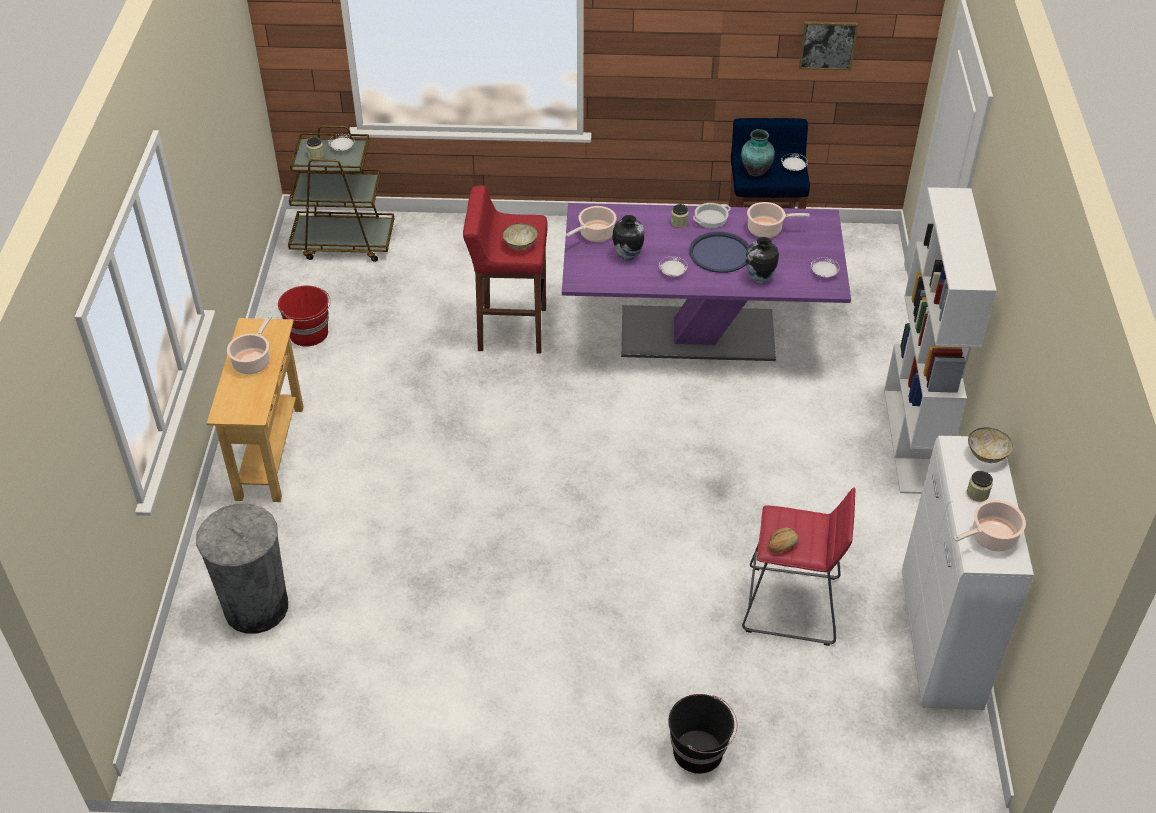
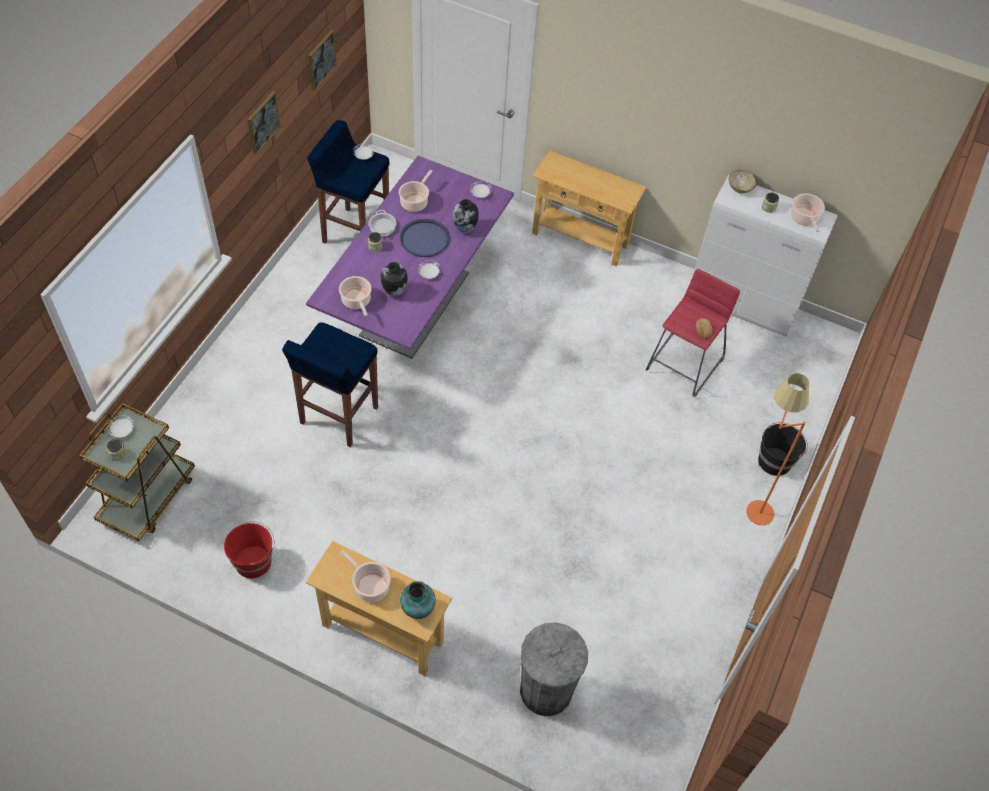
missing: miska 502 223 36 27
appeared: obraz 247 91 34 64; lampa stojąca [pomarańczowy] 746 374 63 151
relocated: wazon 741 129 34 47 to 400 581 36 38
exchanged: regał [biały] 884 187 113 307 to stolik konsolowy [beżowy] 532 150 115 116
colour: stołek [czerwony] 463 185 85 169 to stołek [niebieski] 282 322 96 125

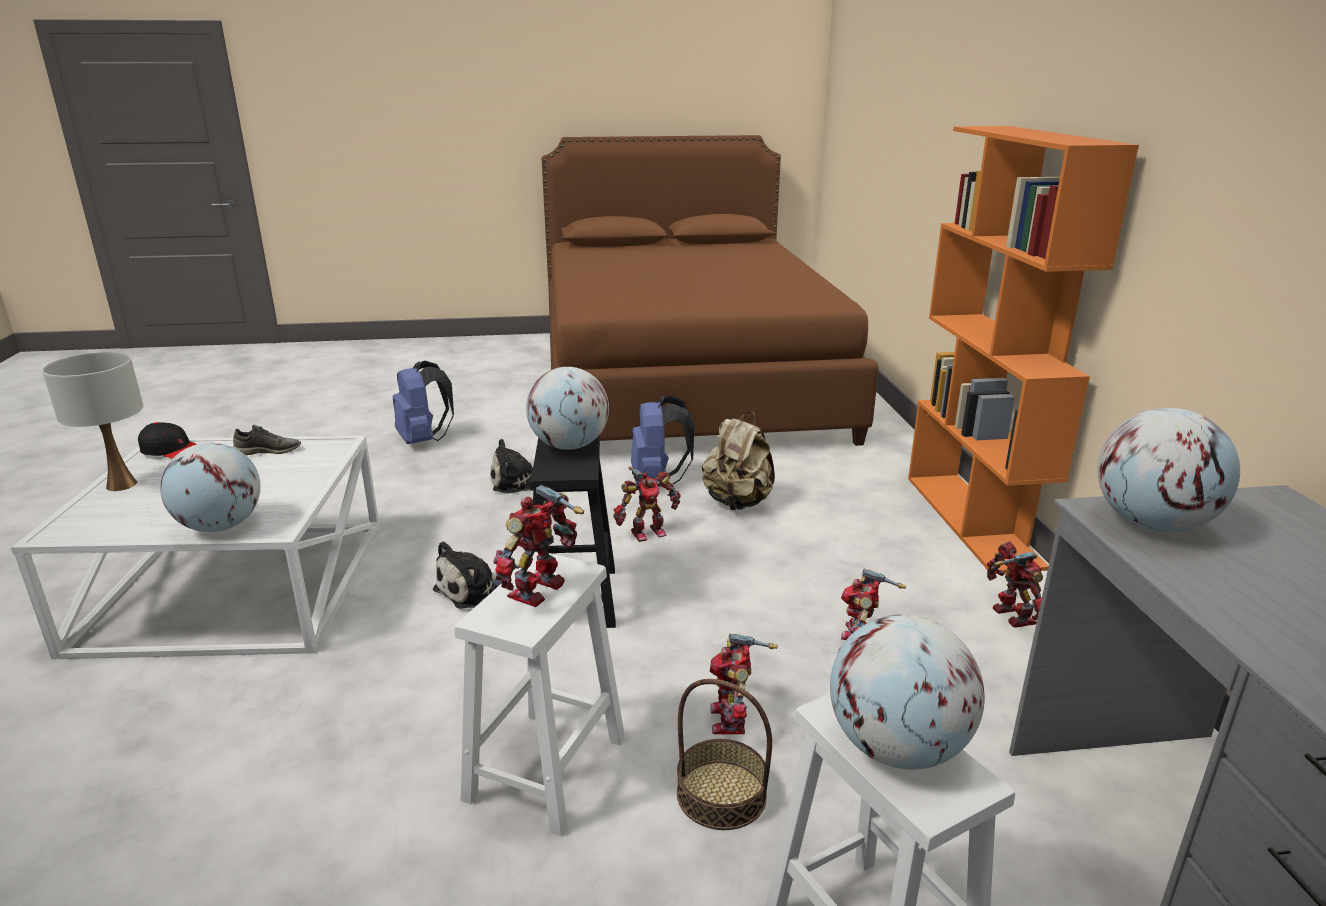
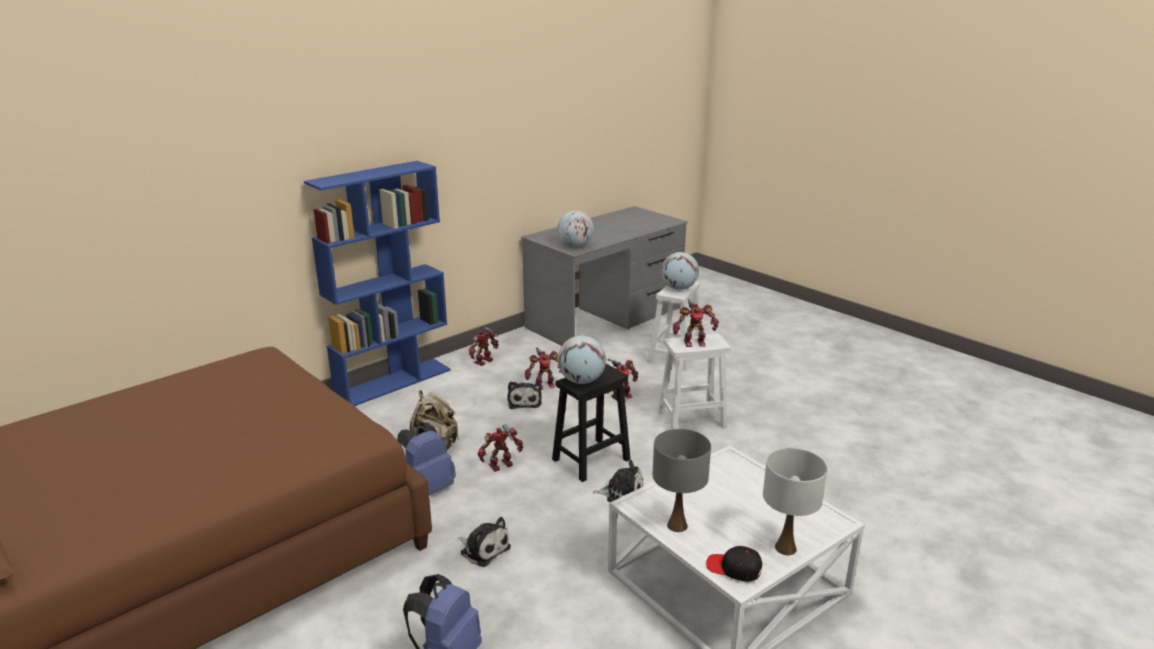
missing: globus 160 443 100 89; koszyk 677 679 95 151
appeared: pluszak 507 382 35 27
exchanged: but [szary] 233 425 68 30 to lampa stołowa [szary] 653 429 58 103
colour: regał [pomarańczowy] 908 126 231 448 to regał [niebieski] 304 161 147 245
spun: czapka z daszkiem [czarny] 138 422 59 37 = 706 546 56 36 45 degrees counterclockwise; robot zabawkowy 613 467 68 75 = 478 424 45 48 60 degrees counterclockwise

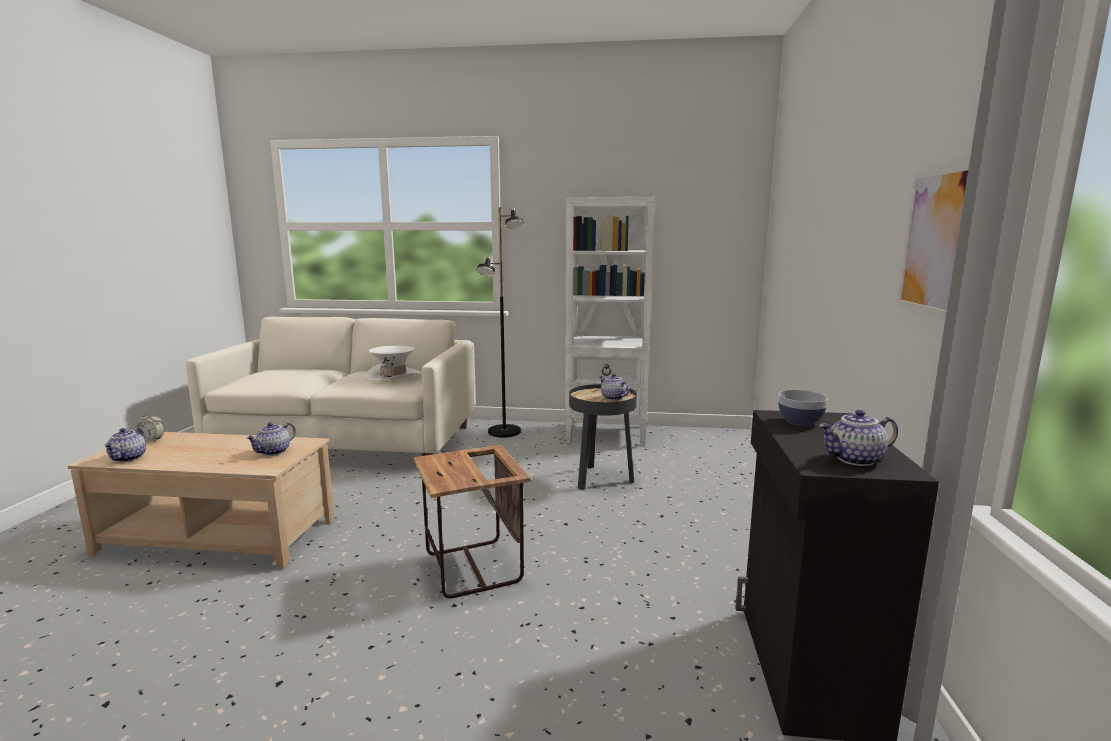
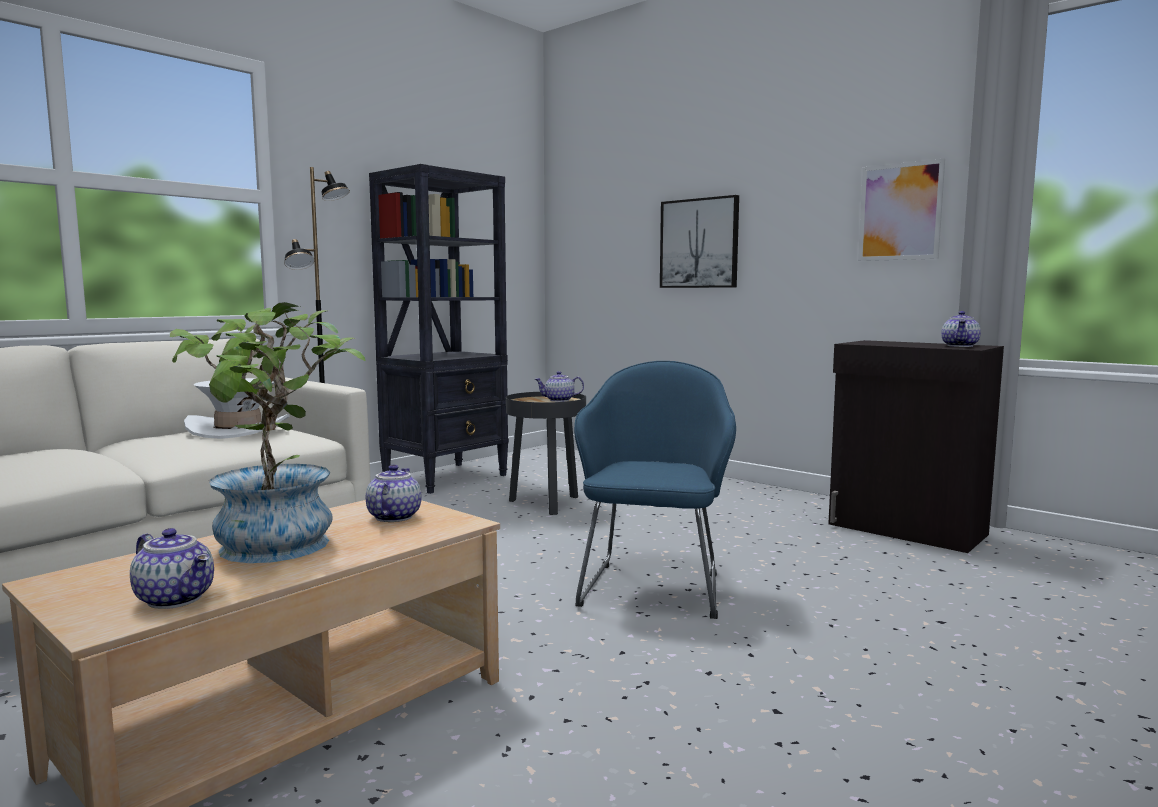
missing: miska 778 390 50 36; budzik 136 412 28 30
appeared: obraz 660 195 79 93; roślina doniczkowa 170 302 195 261
exchanged: stolik 414 445 117 154 to fotel [niebieski] 574 361 162 258
colour: regał [biały] 565 197 90 249 to regał [czarny] 369 164 140 330
spun: imbryk 246 422 50 34 = 366 465 55 57 150 degrees counterclockwise

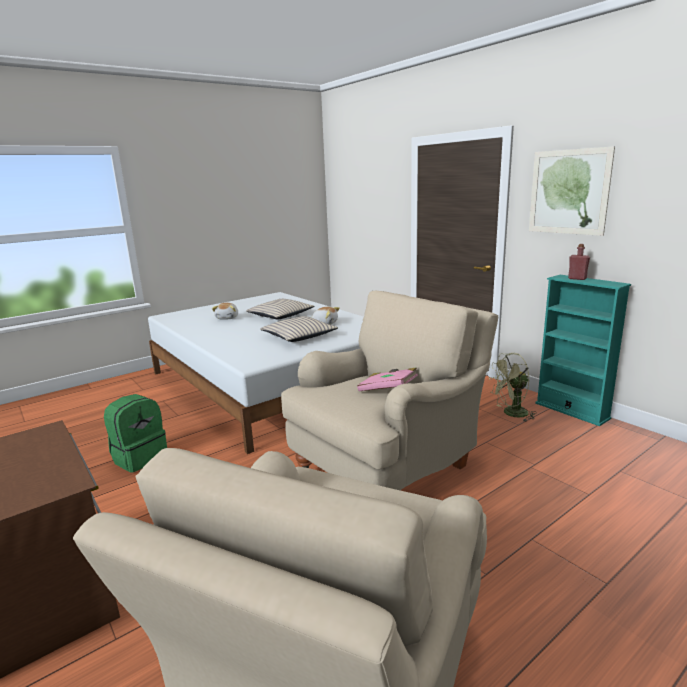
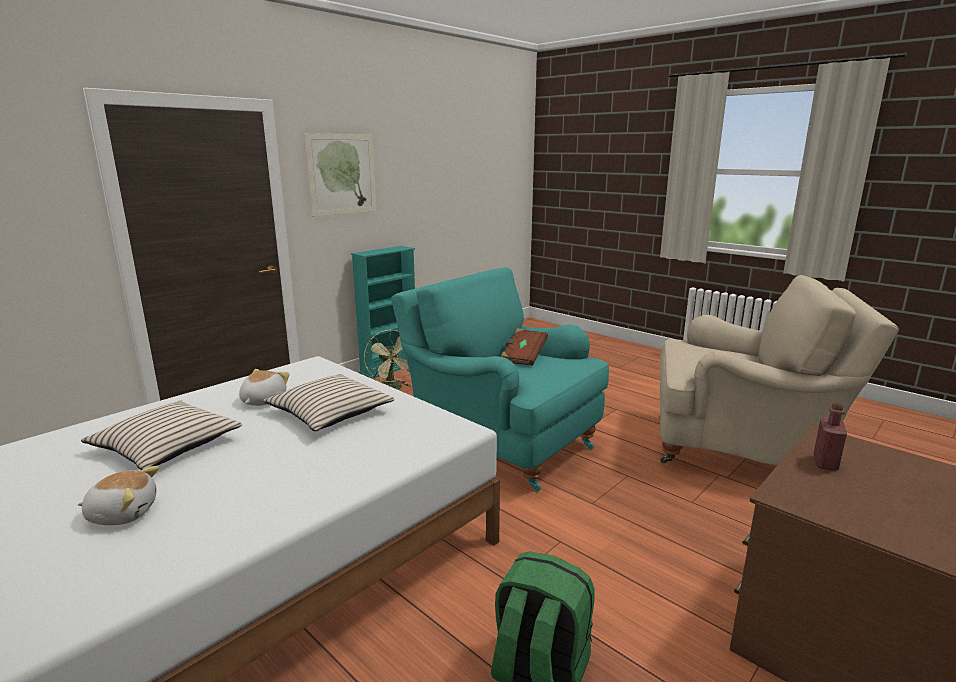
relocated: butelka [czerwony] 568 244 22 36 to 813 402 34 69
colour: fotel [beżowy] 281 291 217 199 to fotel [turkusowy] 391 267 218 225; książka [różowy] 357 368 61 23 to książka [brązowy] 500 328 48 38

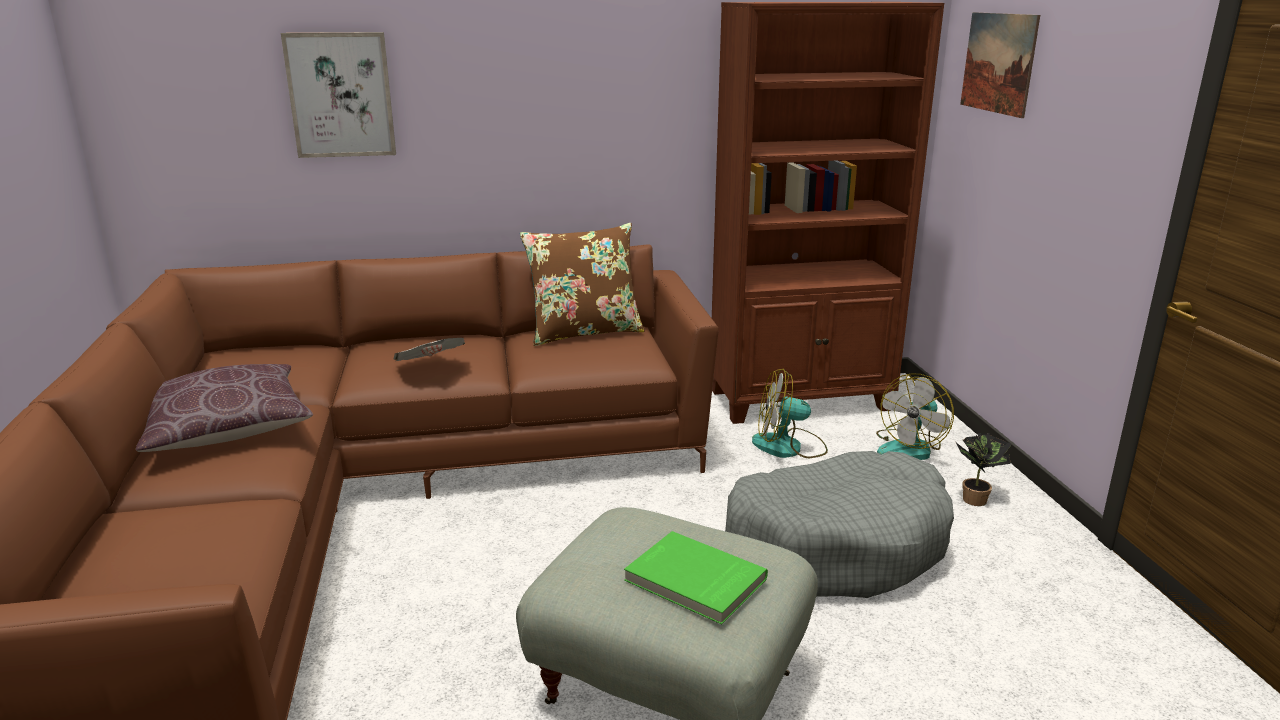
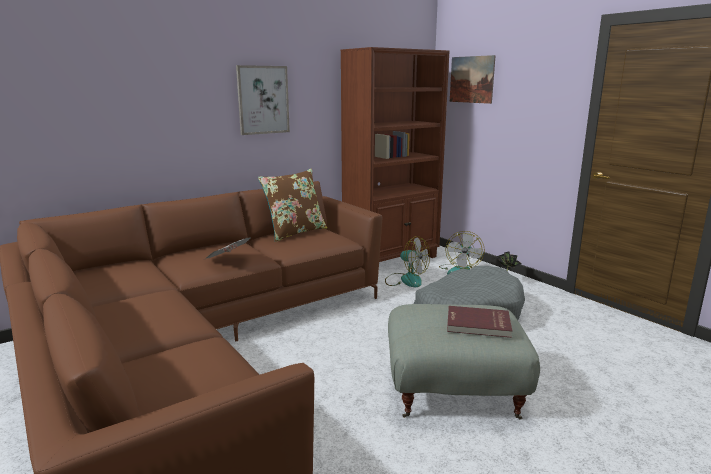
missing: poduszka [brązowy] 136 364 177 88
relocated: obraz 281 32 115 126 to 236 65 54 70
colour: książka [zielony] 624 531 144 94 to książka [czerwony] 447 306 65 32
spun: wentylator 752 369 76 89 = 385 236 45 51 120 degrees counterclockwise

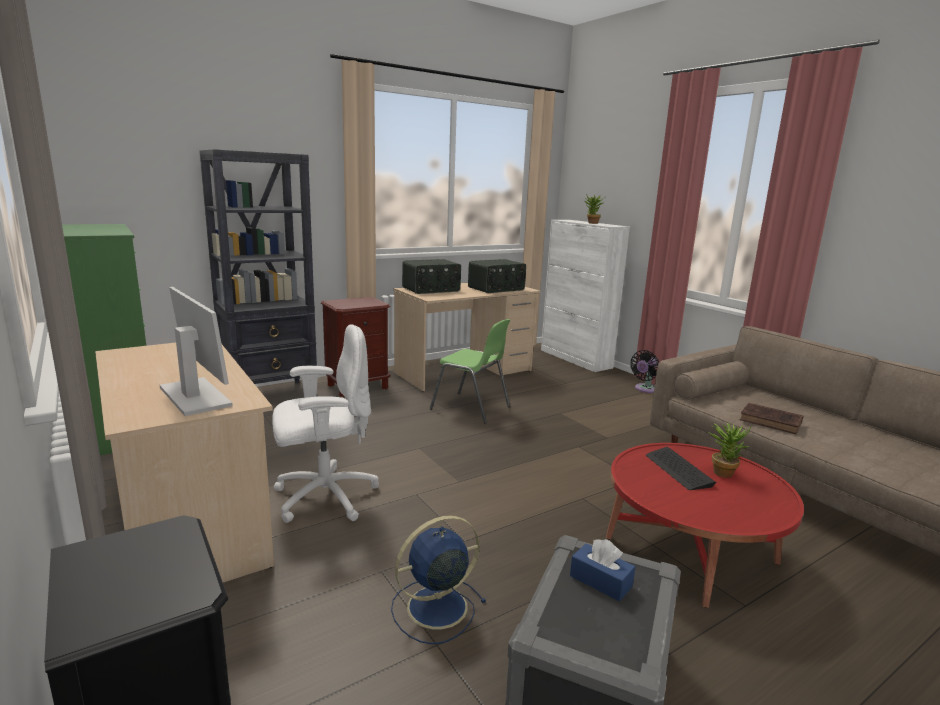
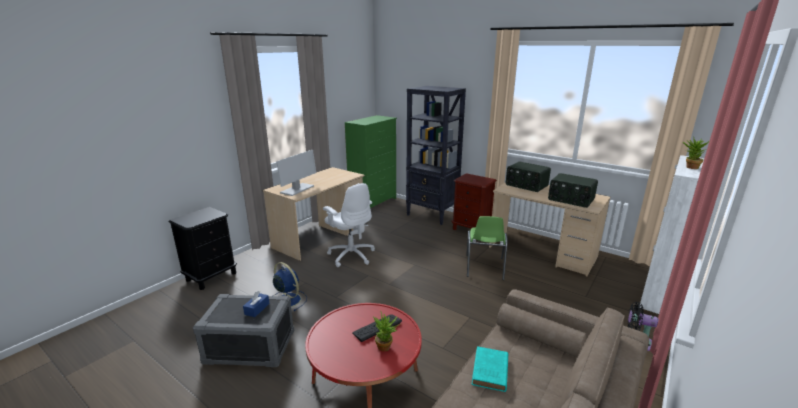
colour: książka [brązowy] 740 403 63 31 to książka [turkusowy] 472 346 36 46

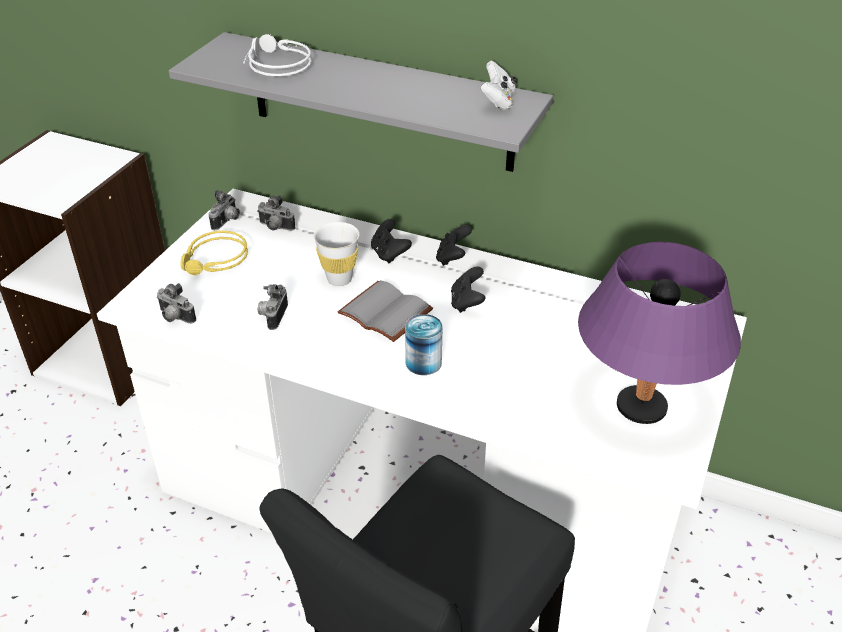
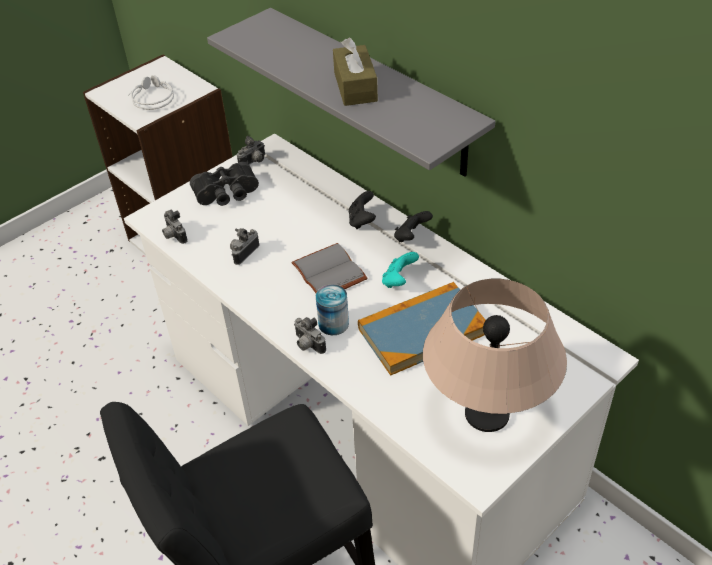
missing: pad do gier [biały] 481 61 36 49; filiżanka [biały] 314 222 45 64
appeared: pudełko chusteczek [brązowy] 333 37 45 69; książka 358 282 128 94
relocated: słuchawki [szary] 243 34 68 43 to 128 75 46 35; aparat fotograficzny 257 195 39 36 to 294 317 32 37
exchanged: słuchawki [żółty] 180 231 68 45 to lornetka [czarny] 190 162 69 44
colour: lampa stołowa [fioletowy] 578 242 163 182 to lampa stołowa [beżowy] 423 279 144 153; pad do gier [czarny] 451 266 35 47 to pad do gier [turkusowy] 382 252 37 36

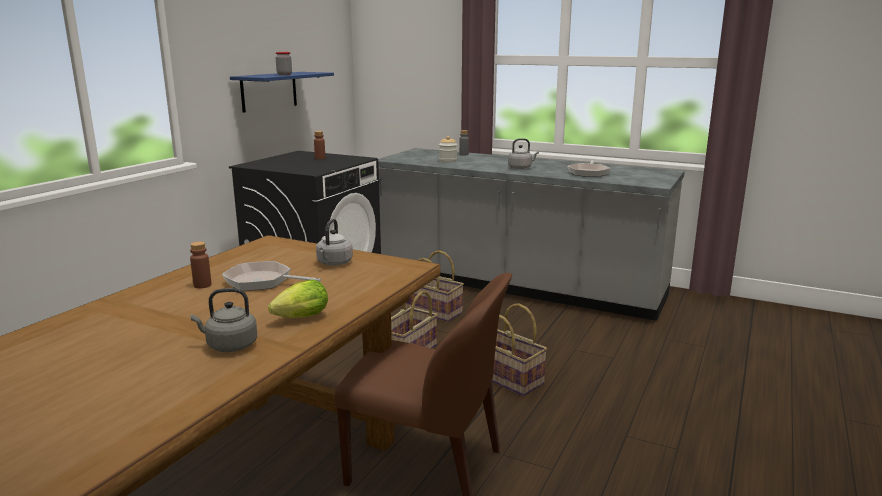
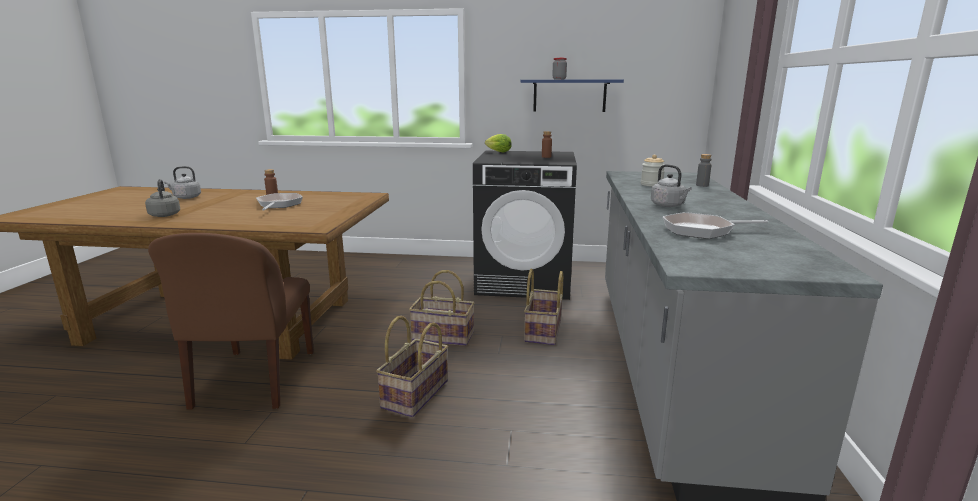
relocated: czajnik [szary] 316 219 37 47 to 164 166 37 33; sałata 268 280 60 38 to 485 134 27 18

